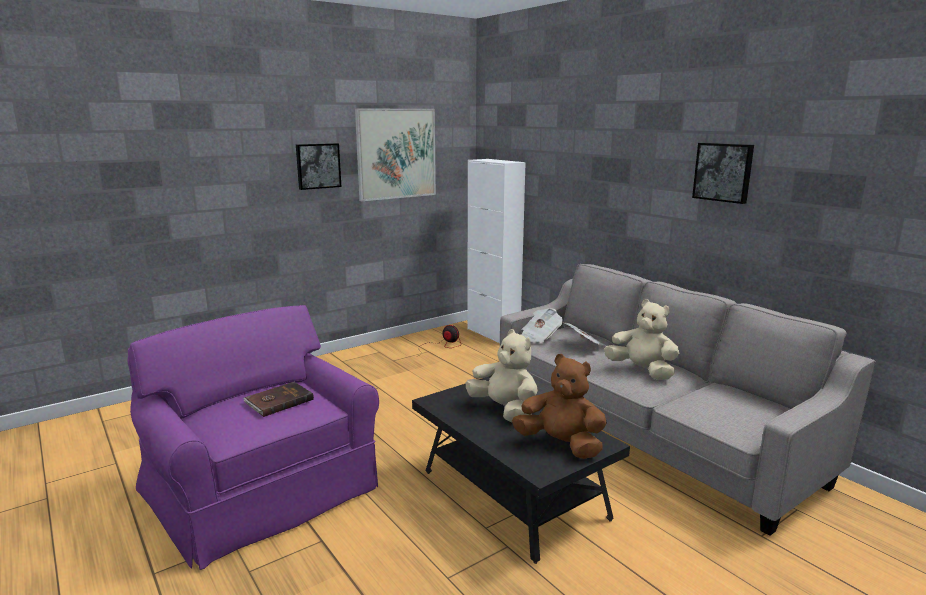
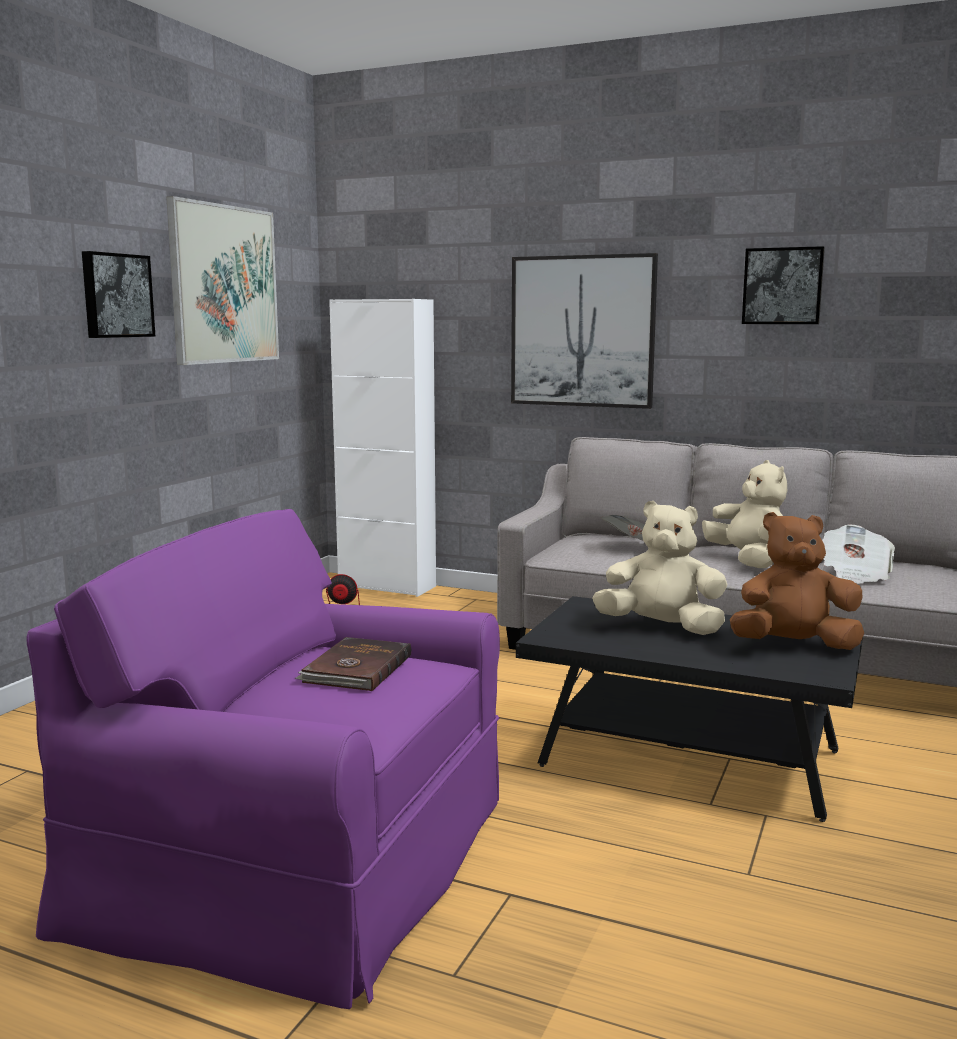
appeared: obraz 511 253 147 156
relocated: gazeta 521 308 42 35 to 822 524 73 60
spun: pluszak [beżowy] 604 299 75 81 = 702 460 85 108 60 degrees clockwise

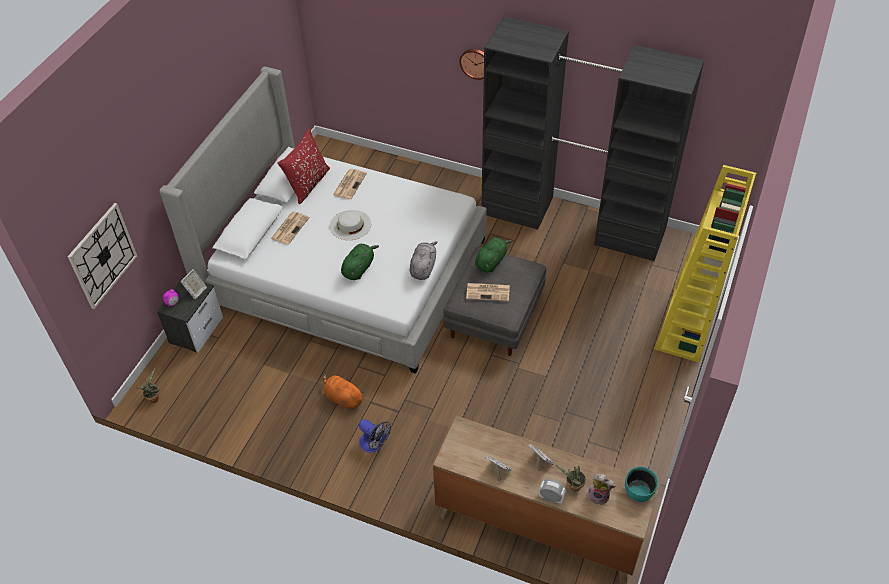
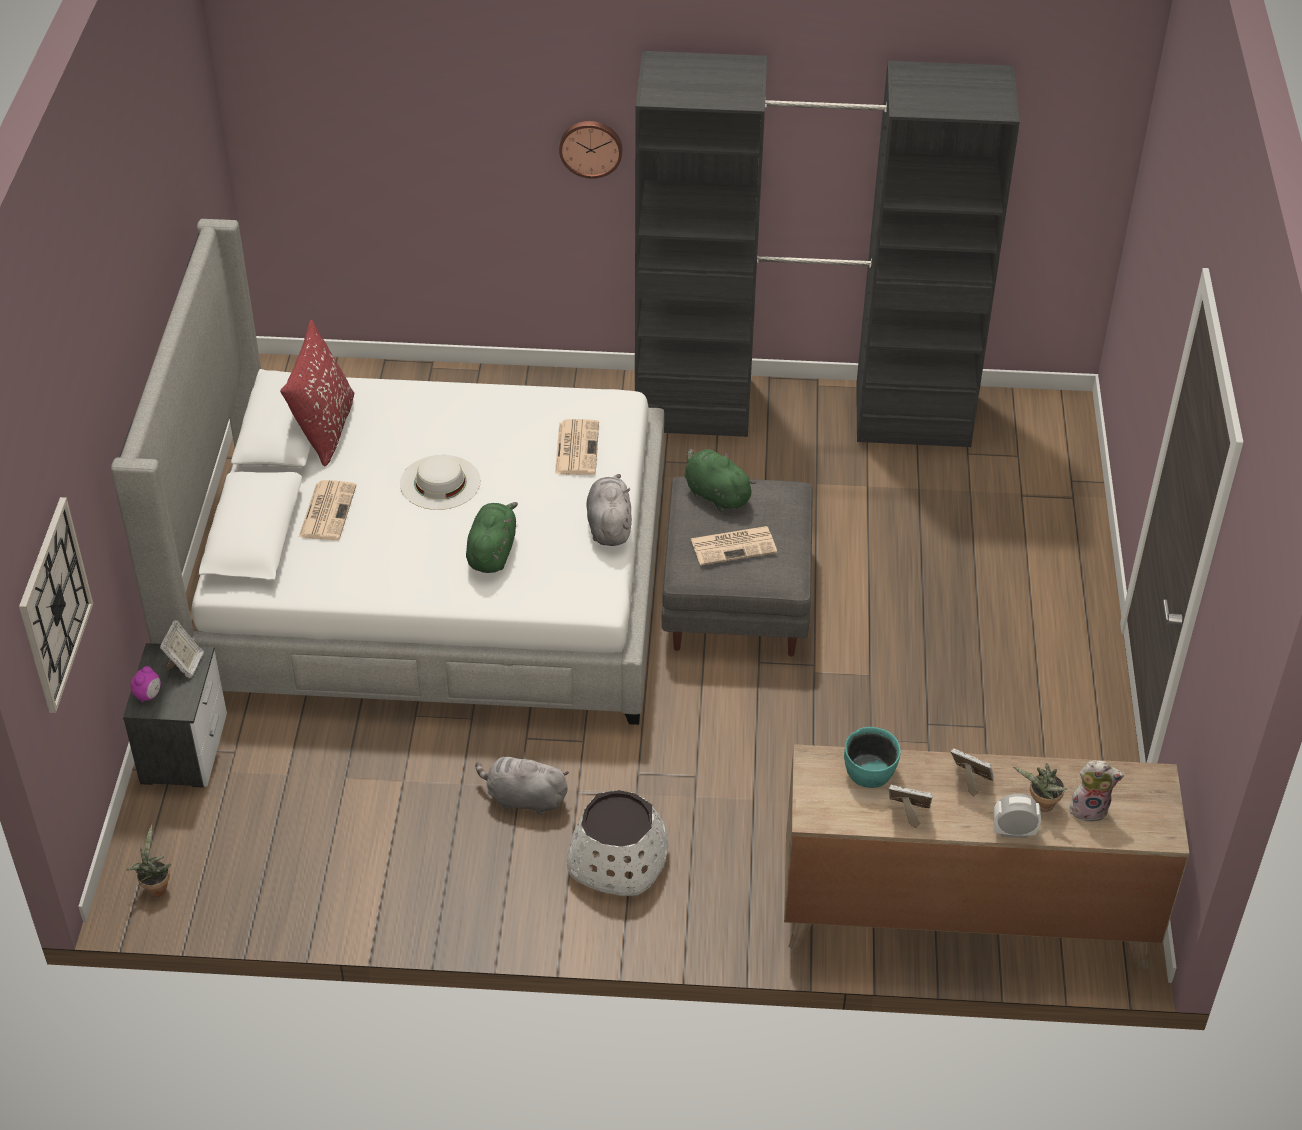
missing: regał [żółty] 654 165 102 197
relocated: gazeta 333 169 34 30 to 555 419 44 56; miska [turkusowy] 625 466 33 36 to 844 727 57 61
exchanged: wentylator 358 419 33 34 to donica [biały] 567 790 102 106
colour: pluszak [pomarańczowy] 323 374 41 36 to pluszak [szary] 475 752 94 63
spun: pluszak [zielony] 475 238 37 35 = 684 449 72 63 60 degrees counterclockwise

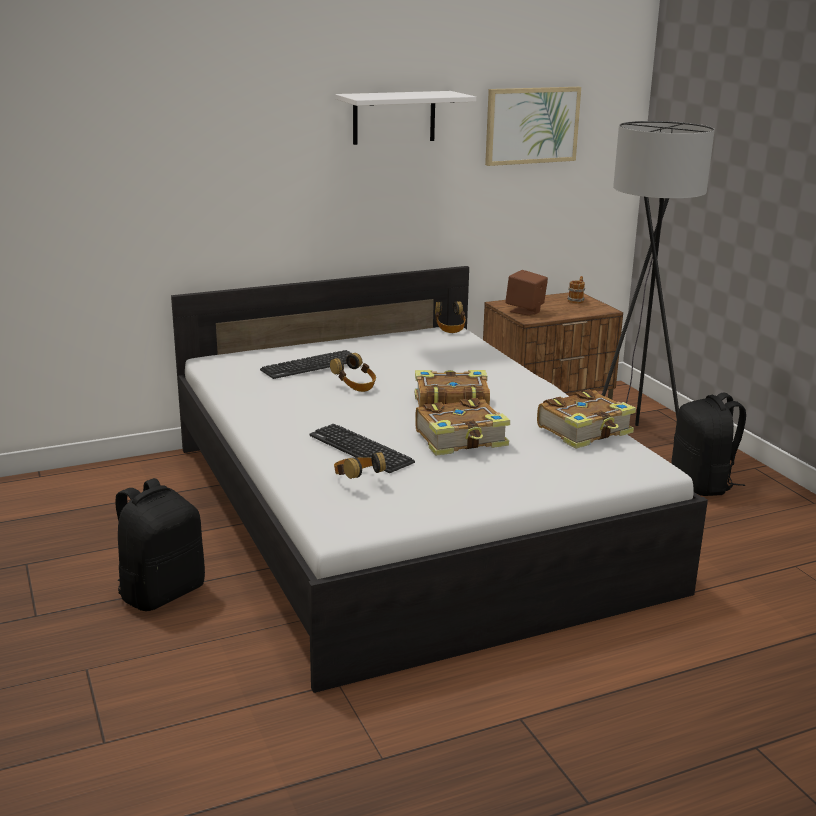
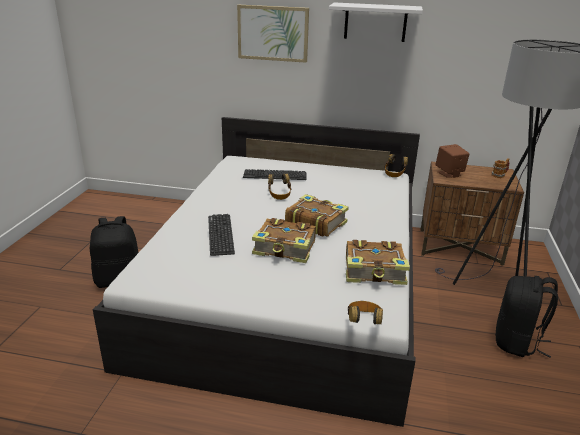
relocated: obraz 485 87 96 79 to 237 5 72 58; słuchawki 334 452 52 27 to 348 301 35 23

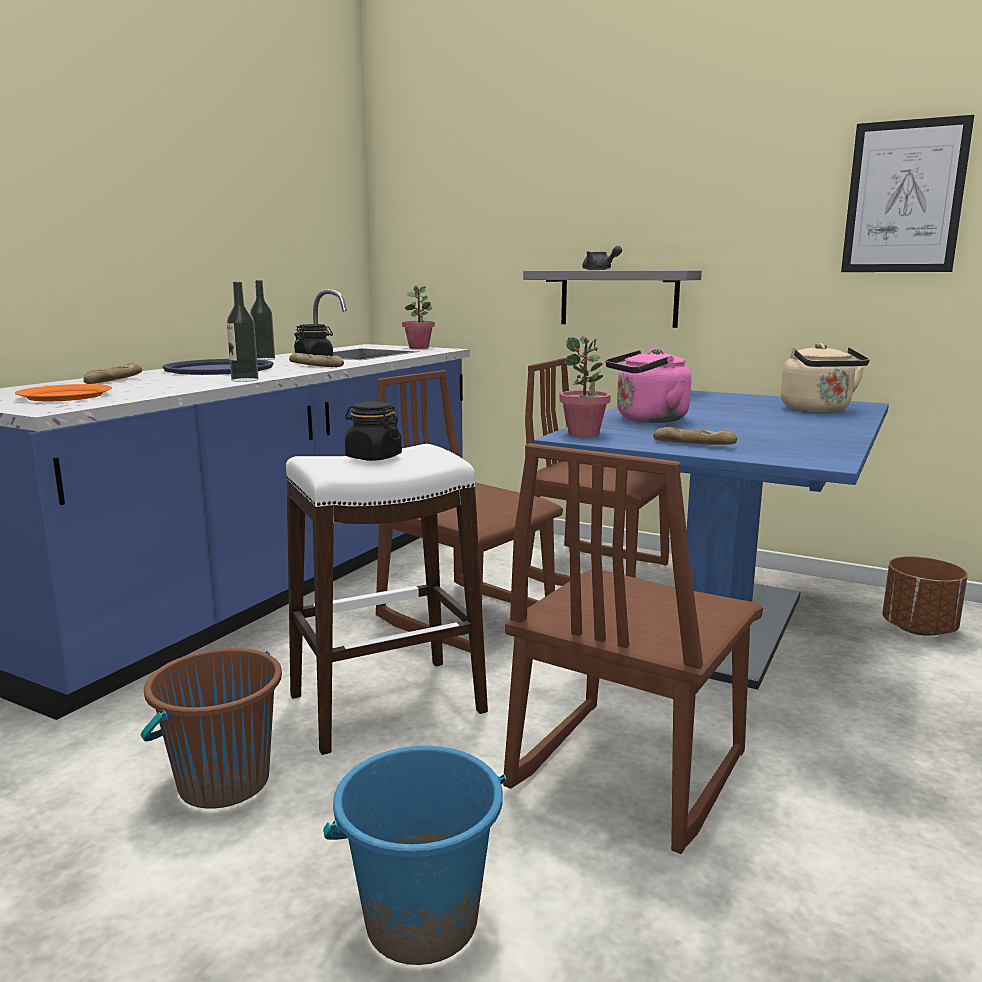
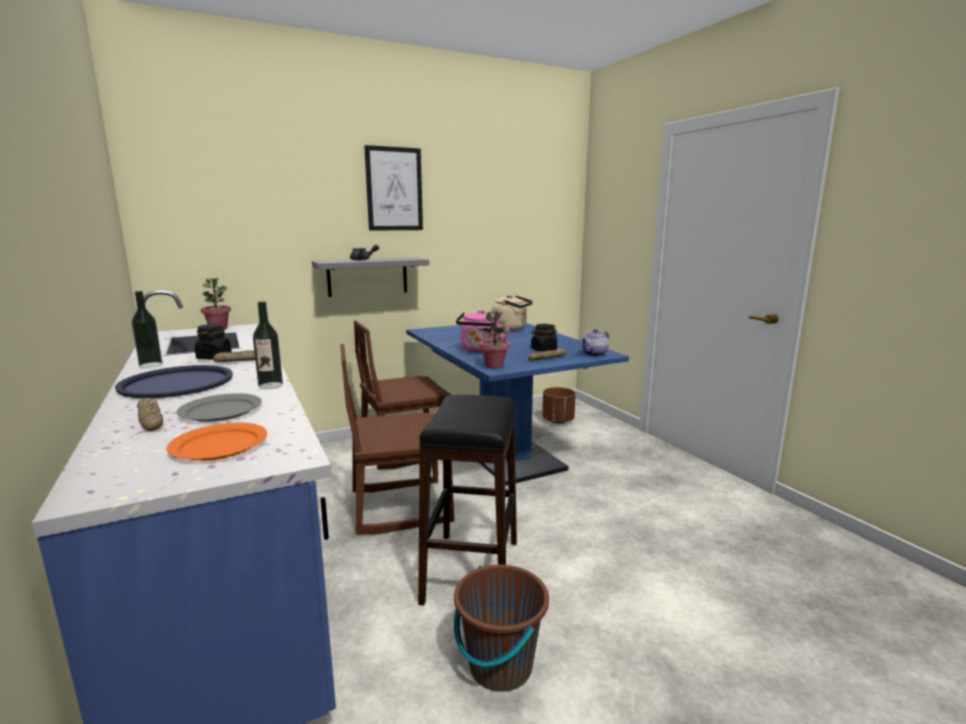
missing: krzesło [brązowy] 503 443 260 411; wiadro [niebieski] 323 746 183 219
appeared: imbryk 581 329 28 27; talerz [szary] 177 393 85 29
relocated: obraz 841 115 133 157 to 364 145 59 86; słoik [czarny] 345 402 57 59 to 531 324 26 27
colour: stołek [biały] 286 444 202 311 to stołek [czarny] 418 395 99 210

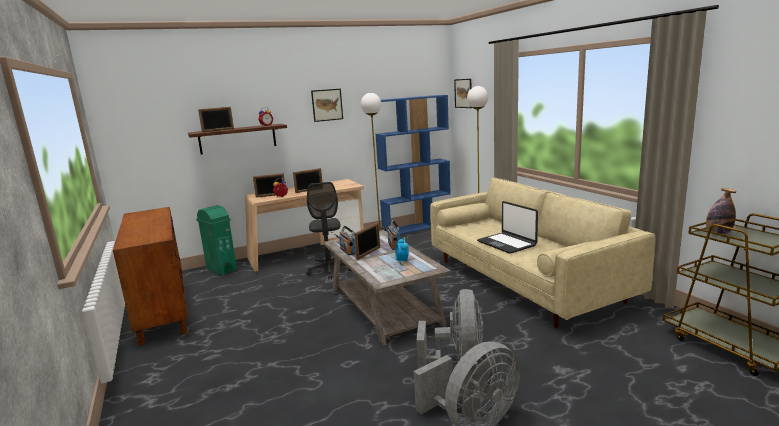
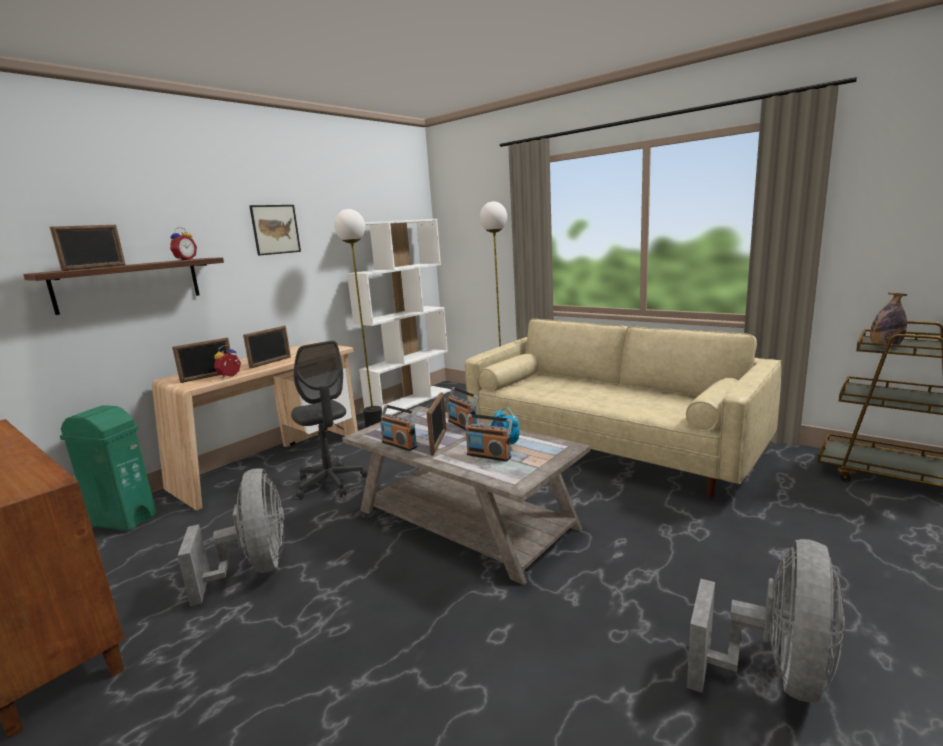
missing: obraz 454 79 18 29; laptop 477 201 61 53
appeared: radio 465 414 47 48
relocated: wentylator [szary] 416 289 67 80 to 178 468 106 138
colour: regał [niebieski] 375 95 76 140 to regał [biały] 347 219 104 196

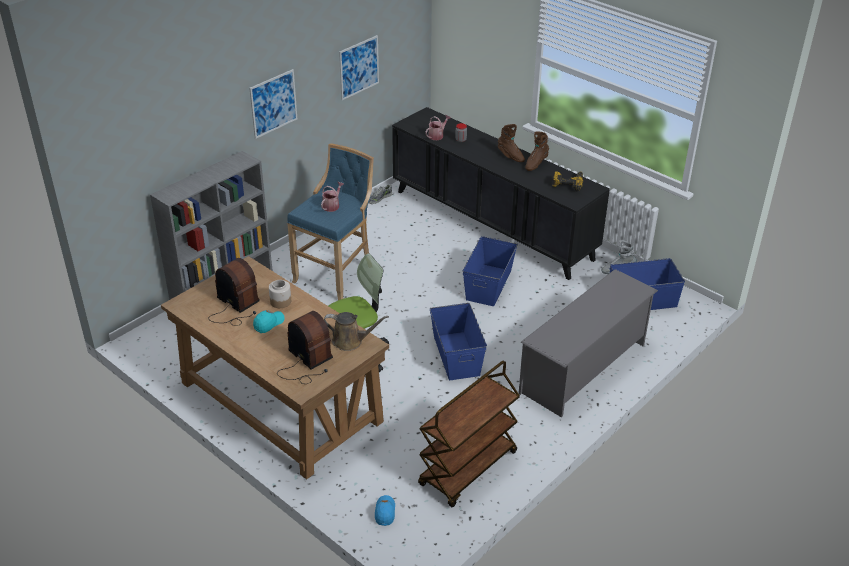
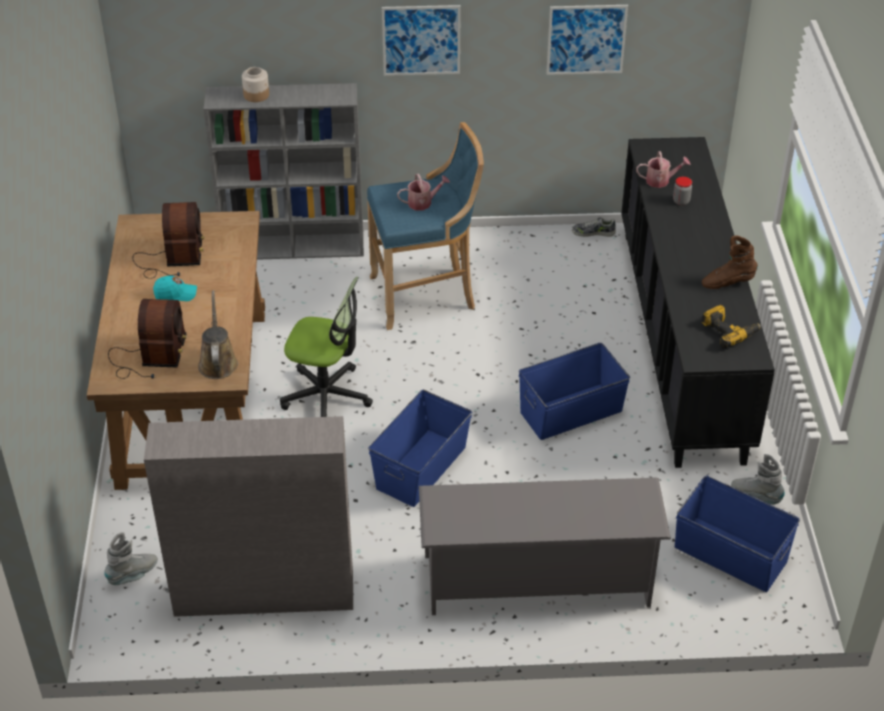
missing: but z cholewką [brązowy] 498 124 27 38
relocated: słoik 269 280 22 28 to 242 67 27 35
exchanged: wózek [brązowy] 418 361 102 146 to regał [szary] 144 416 209 201; czapka z daszkiem [niebieski] 375 495 20 31 to but z cholewką [szary] 104 532 54 53
spun: konewka [brązowy] 324 312 65 39 = 198 290 40 89 150 degrees counterclockwise

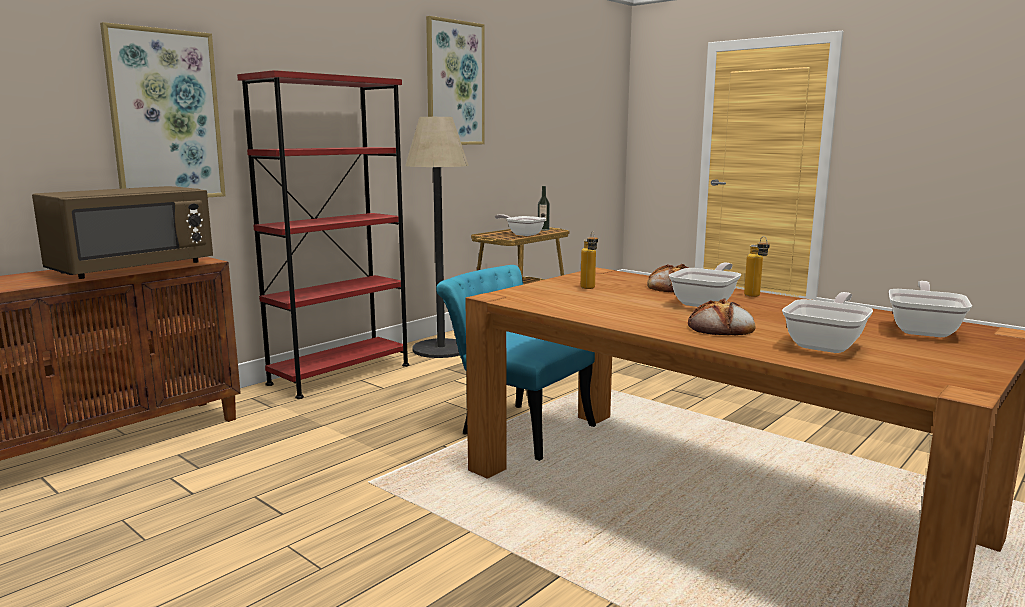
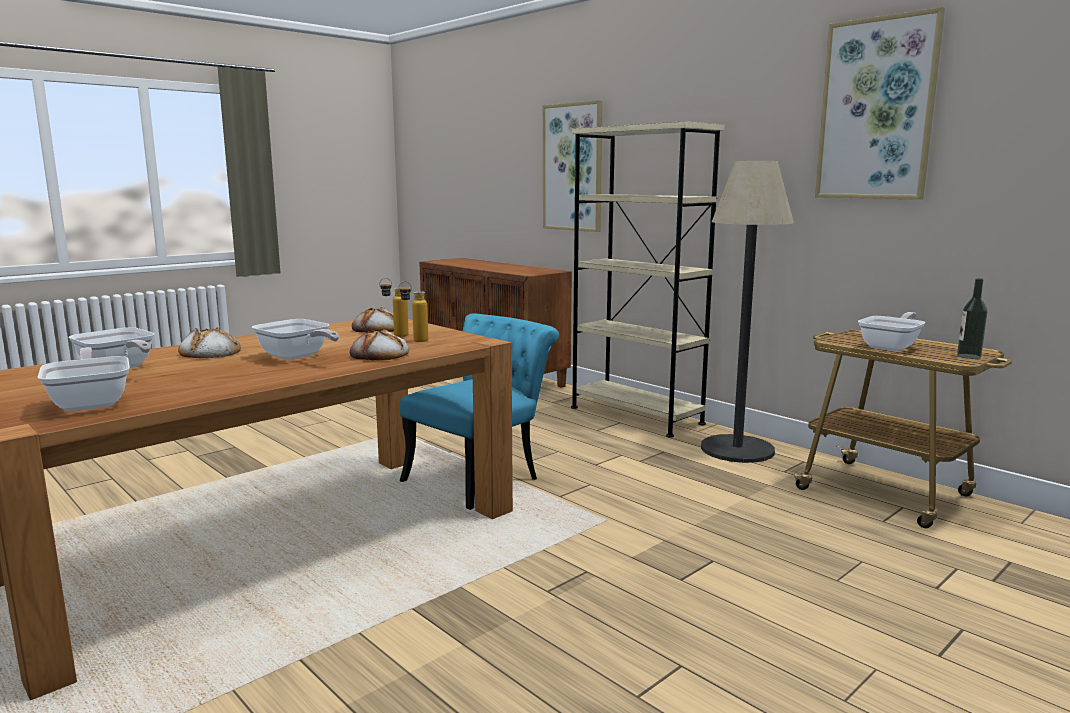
missing: mikrofalówka [brązowy] 32 186 181 93
appeared: chleb 352 307 42 26
relocated: butelka 744 236 26 61 to 399 281 29 61
colour: regał [czerwony] 237 70 172 329 to regał [beżowy] 571 121 153 317
spun: patelnia 889 281 83 56 = 38 347 92 64 150 degrees counterclockwise

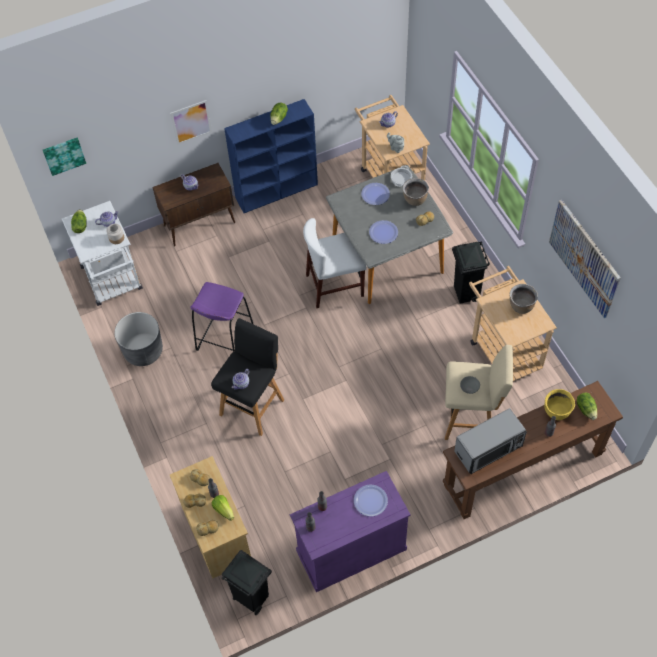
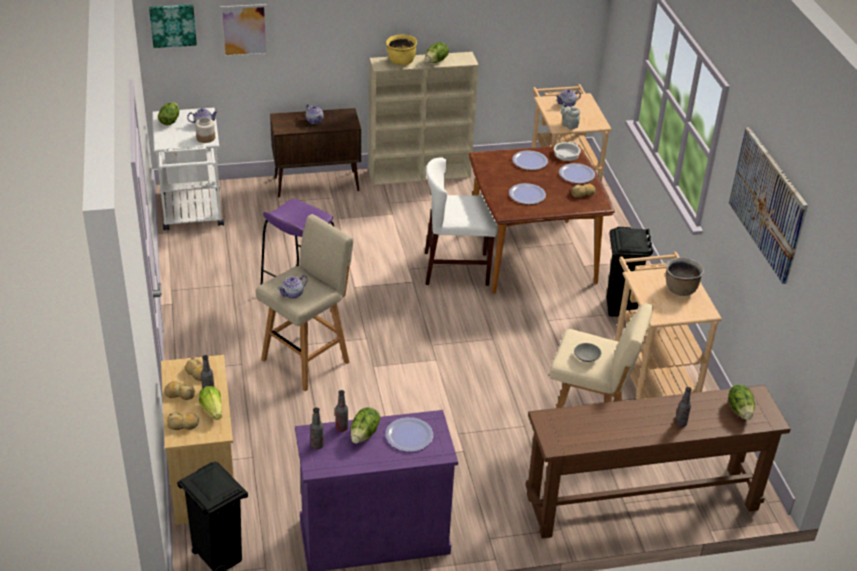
missing: donica [szary] 114 312 49 54; mikrofalówka 454 408 73 66
appeared: sałata 351 407 29 37
relocated: obraz 170 100 42 45 to 219 4 50 54; garnek [żółty] 544 389 31 31 to 386 34 31 31
exchanged: garnek [brązowy] 403 178 26 28 to talerz 559 163 36 20
colour: regał [niebieski] 224 99 94 114 to regał [beżowy] 369 52 110 133; stół jadalny [szary] 326 165 127 139 to stół jadalny [brązowy] 468 145 147 149; stołek [czarny] 211 318 73 118 to stołek [beżowy] 256 214 97 177

